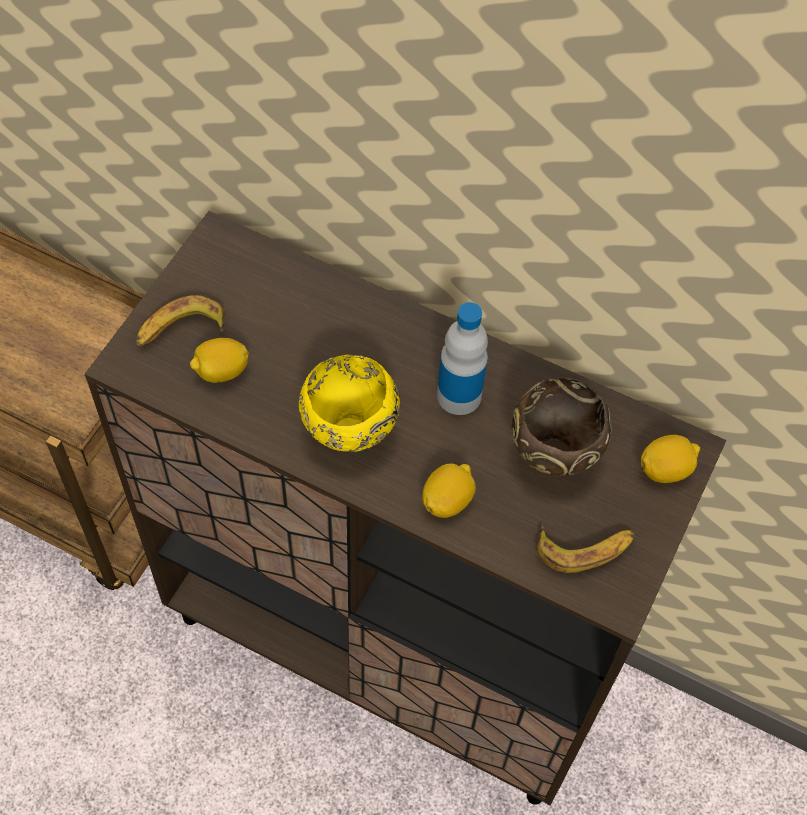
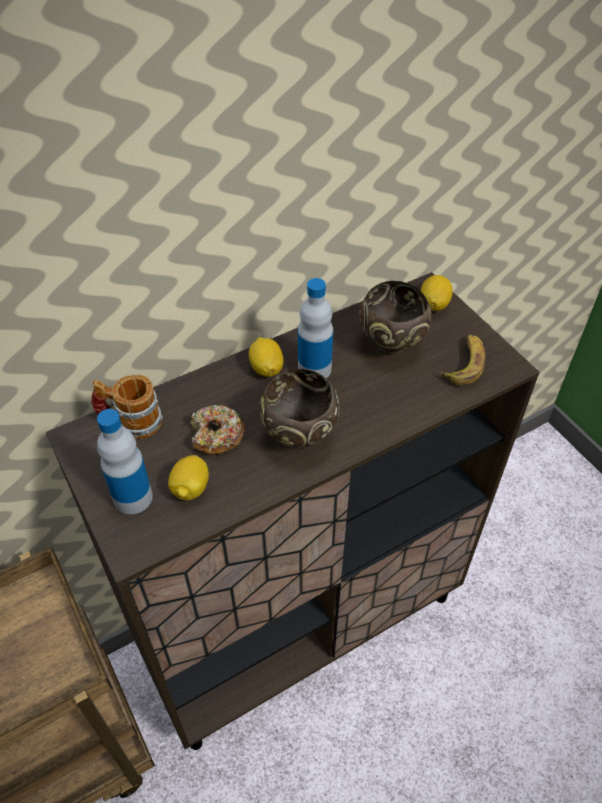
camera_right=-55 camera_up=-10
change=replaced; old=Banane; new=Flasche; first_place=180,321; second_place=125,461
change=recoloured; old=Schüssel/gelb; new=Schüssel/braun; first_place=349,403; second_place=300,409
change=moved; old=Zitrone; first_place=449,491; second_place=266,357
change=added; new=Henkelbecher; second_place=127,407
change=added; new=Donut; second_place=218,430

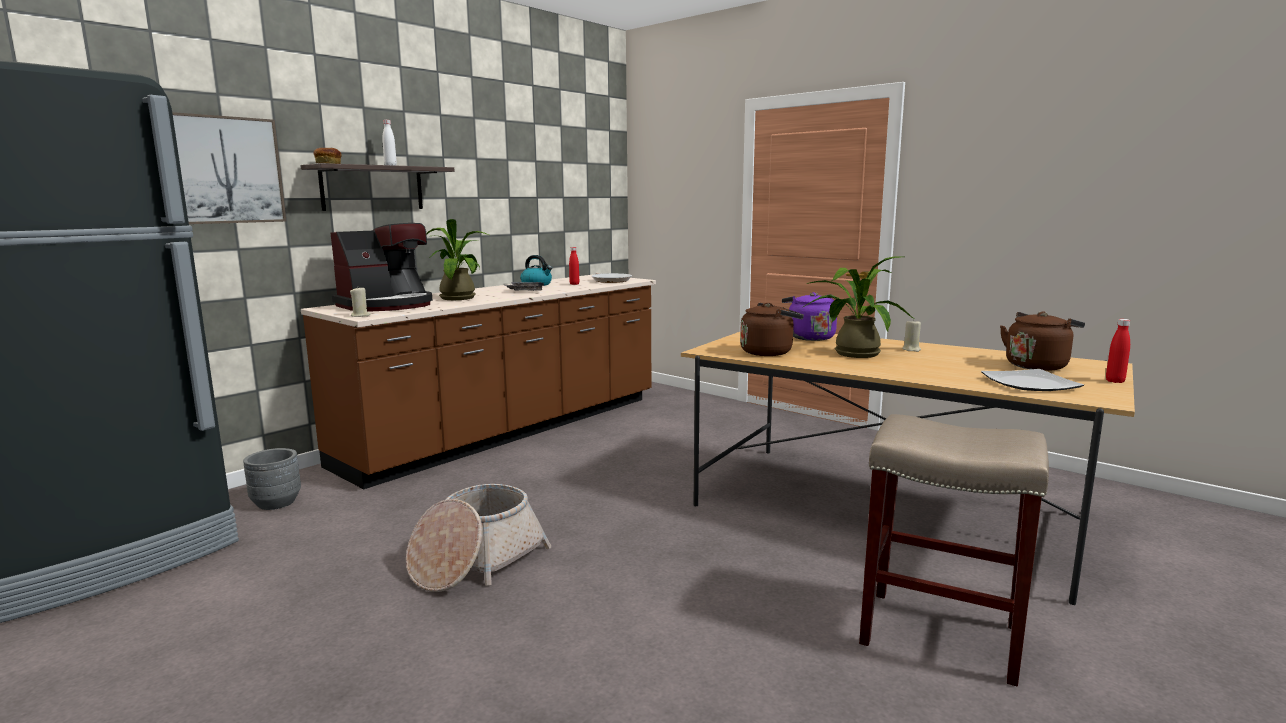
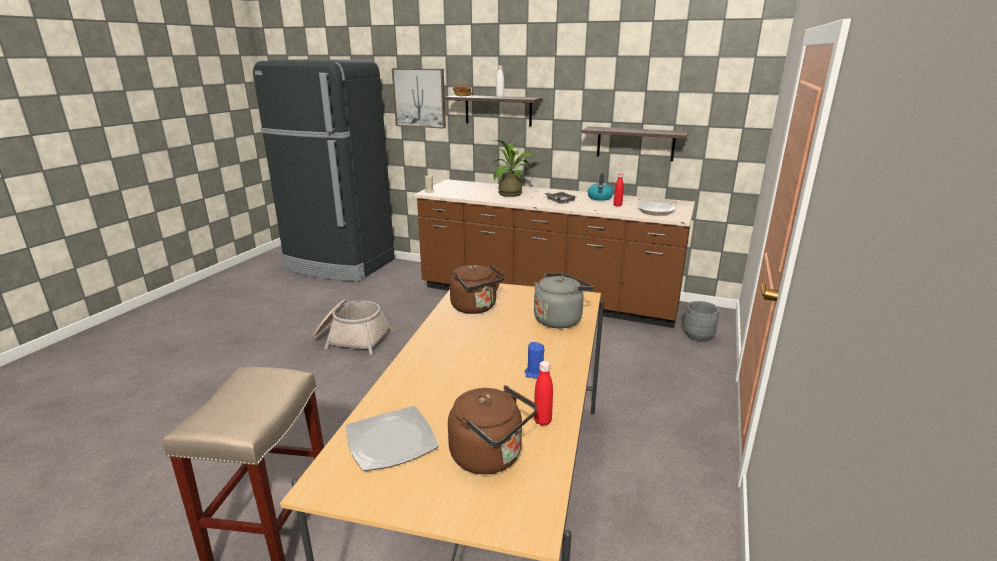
camera_right=70 camera_up=10
change=moved; old=Pflanzkübel/grau; first_place=272,479; second_place=701,321
change=removed; old=Kaffeemaschine; first_place=381,267
change=recoloured; old=Wasserkessel/lila; new=Wasserkessel/grau; first_place=809,316; second_place=564,300
change=removed; old=Topfpflanze; first_place=858,307
change=recoloured; old=Kerze/beige; new=Kerze/blau; first_place=911,336; second_place=534,360
change=moved; old=Flasche/rot; first_place=1118,351; second_place=543,393
change=added; new=Wandregal; second_place=635,143

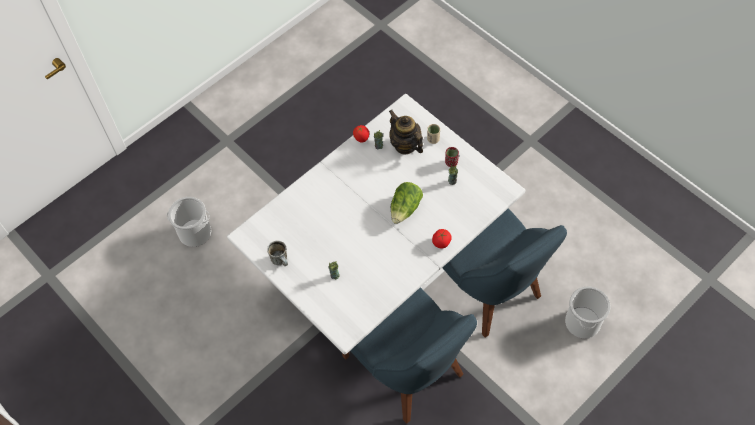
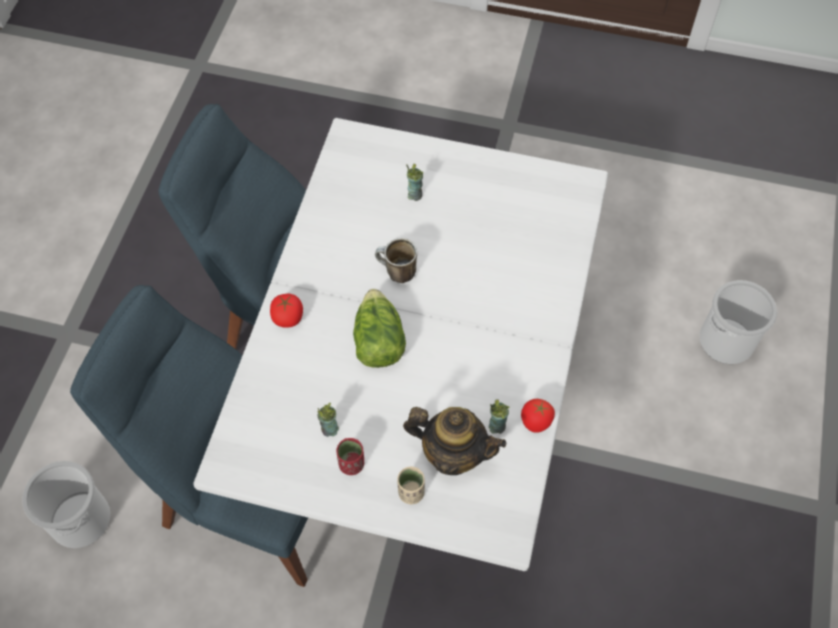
camera_right=145 camera_up=0
change=moved; old=Henkelbecher; first_place=277,253; second_place=396,260

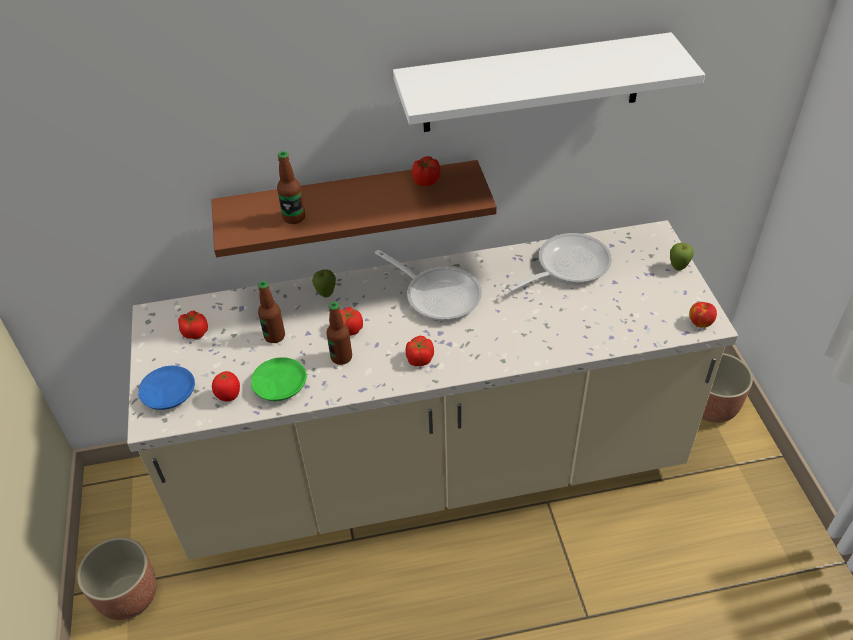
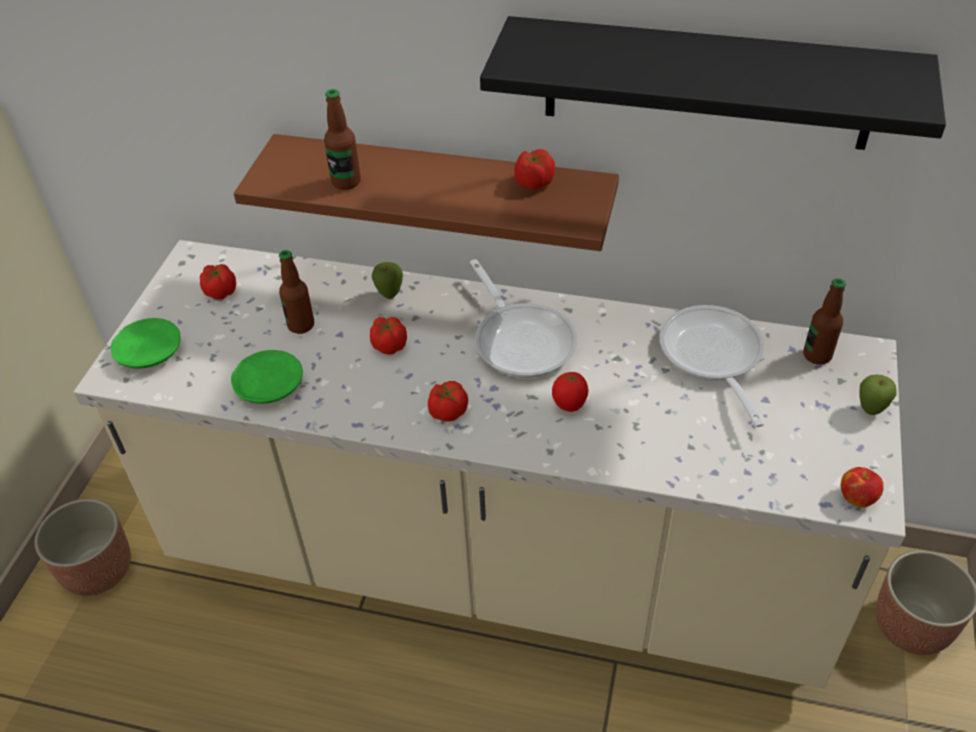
camera_right=25 camera_up=0
change=recoloured; old=Teller/blau; new=Teller/grün; first_place=166,388; second_place=145,343
change=moved; old=Tomate; first_place=226,386; second_place=570,392
change=moved; old=Flasche; first_place=339,333; second_place=824,321
change=recoloured; old=Wandregal/weiß; new=Wandregal/schwarz; first_place=549,82; second_place=713,83
change=turned; old=Pfanne; first_place=560,262; second_place=711,366; degrees=-90

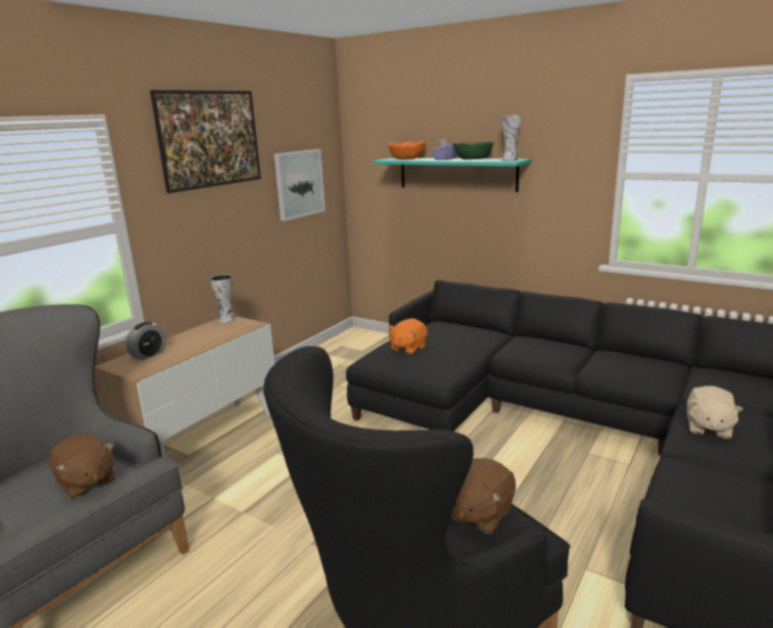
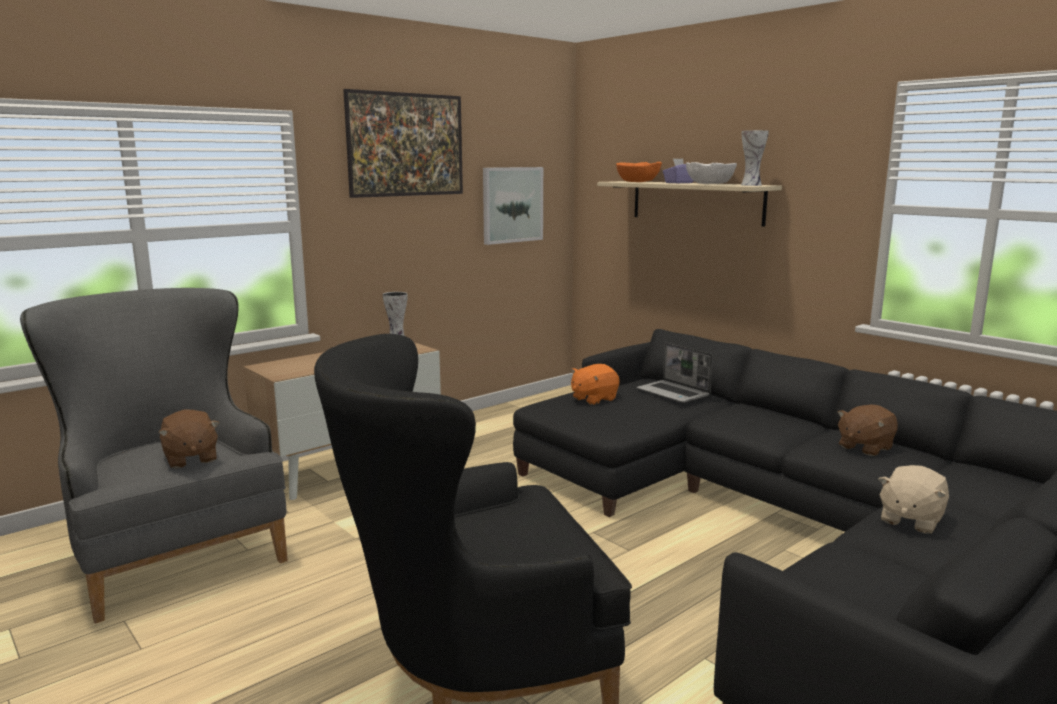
camera_right=15 camera_up=-5
change=removed; old=Wecker; first_place=146,341
change=recoloured; old=Wandregal/türkis; new=Wandregal/beige; first_place=452,175; second_place=689,204
change=moved; old=Plüschtier/braun; first_place=483,496; second_place=867,430
change=recoloured; old=Schüssel/grün; new=Schüssel/weiß; first_place=473,151; second_place=711,173
change=added; new=Laptop; second_place=674,373

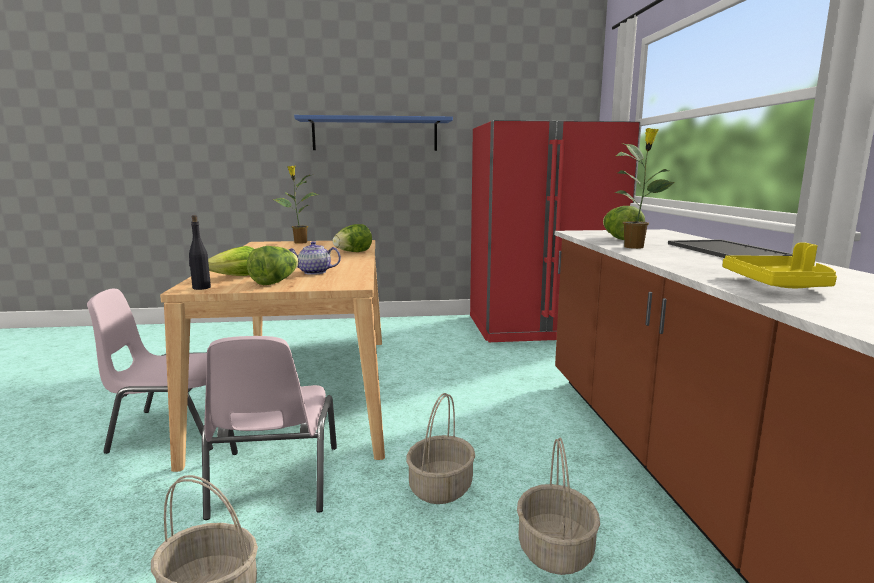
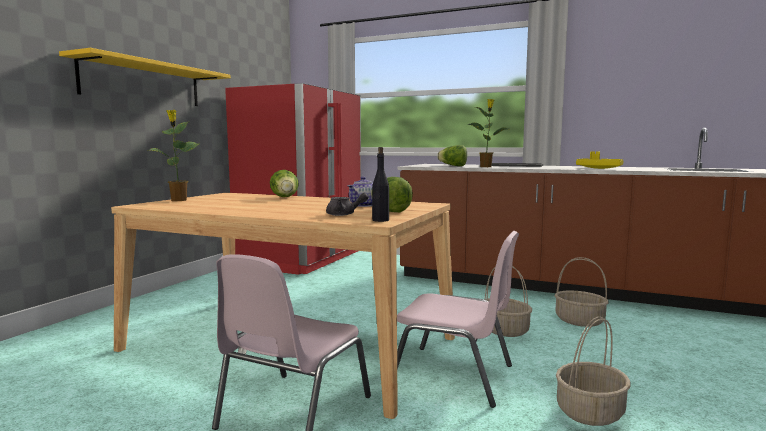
camera_right=-60 camera_up=-5
change=replaced; old=Salatkopf; new=Teekanne/grau; first_place=231,261; second_place=347,204
change=recoloured; old=Wandregal/blau; new=Wandregal/gelb; first_place=373,133; second_place=145,77

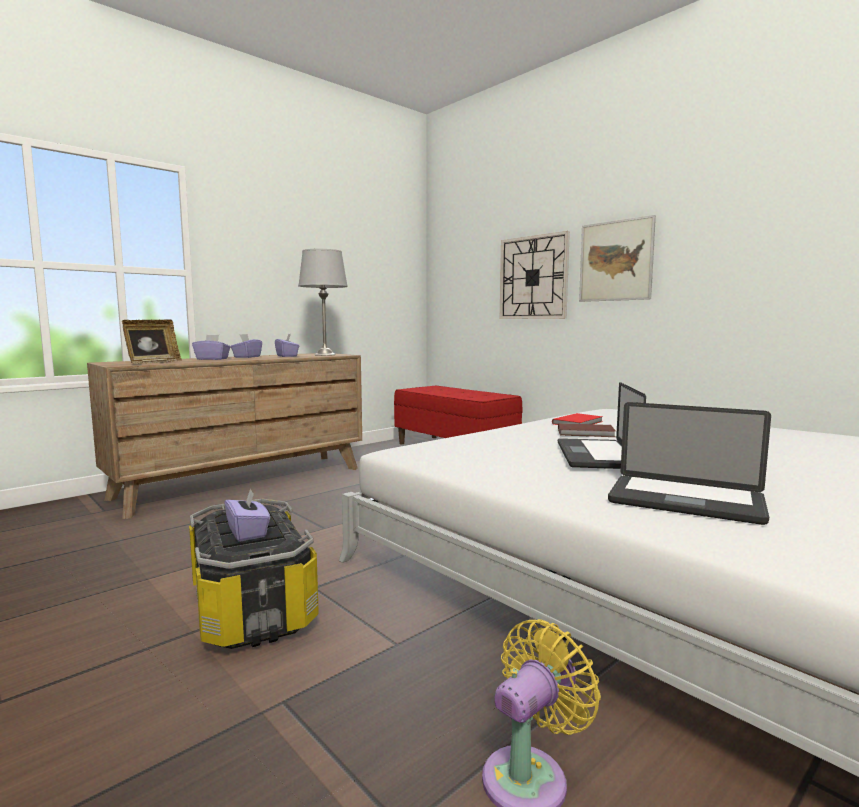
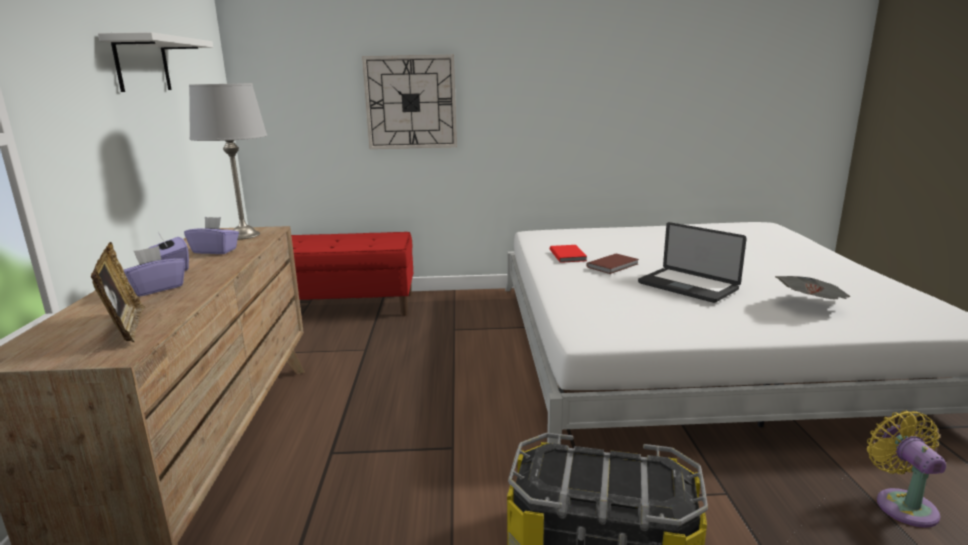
camera_right=-50 camera_up=10
change=removed; old=Taschentuchbox/lila; first_place=247,515
change=removed; old=Bild; first_place=617,258
change=replaced; old=Laptop; new=Zeitung; first_place=689,463; second_place=812,287
change=added; new=Wandregal/weiß; second_place=155,62

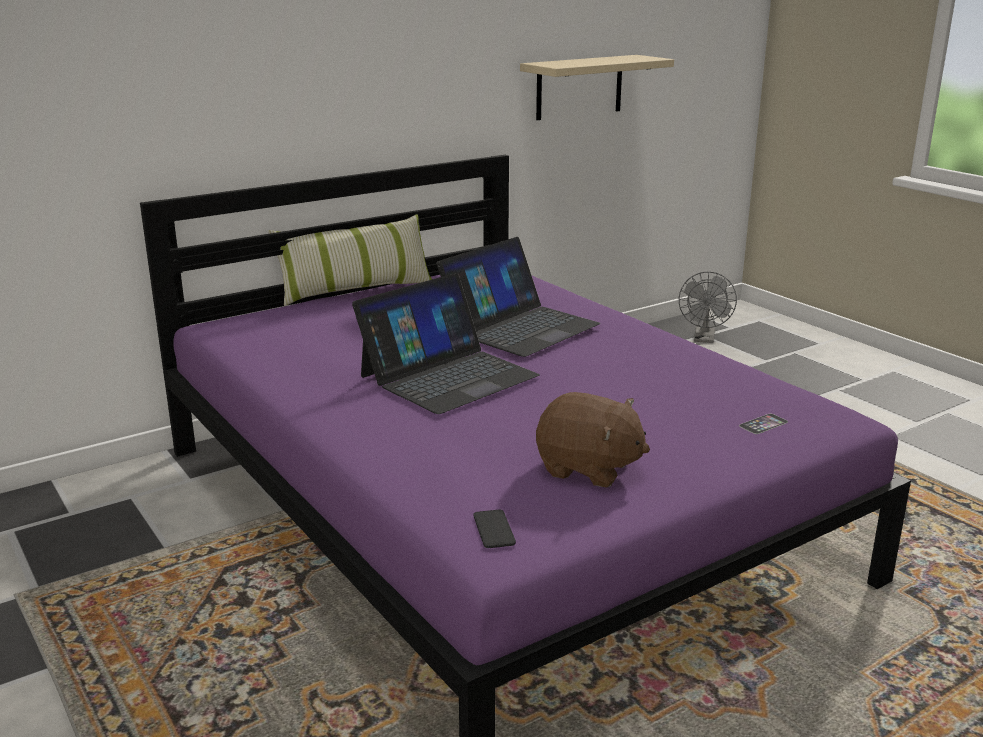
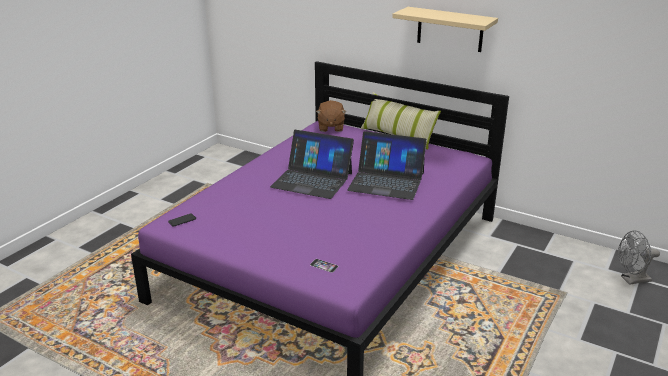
camera_right=65 camera_up=5
change=moved; old=Wandregal/beige; first_place=597,87; second_place=445,29
change=moved; old=Plüschtier/braun; first_place=593,440; second_place=331,116

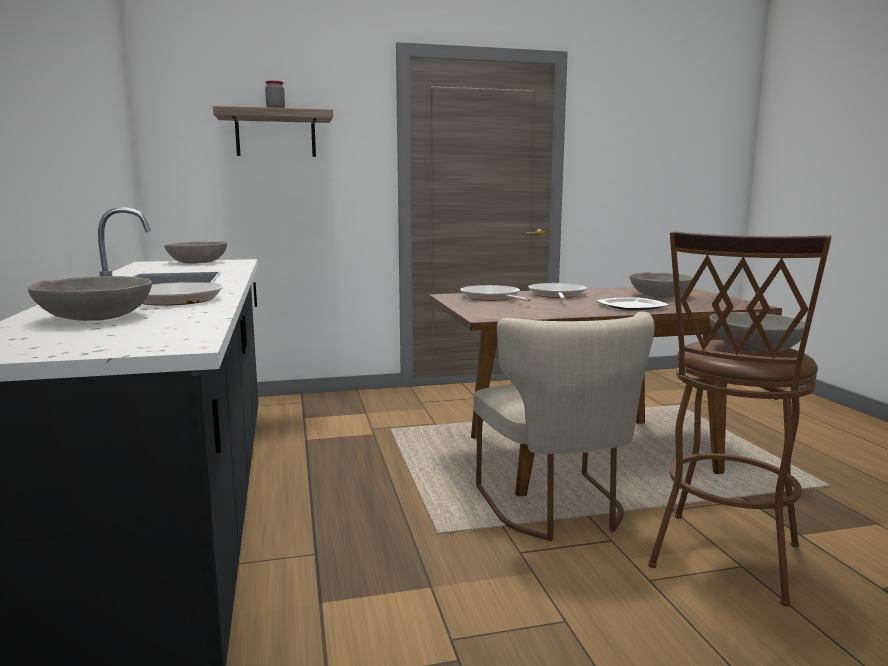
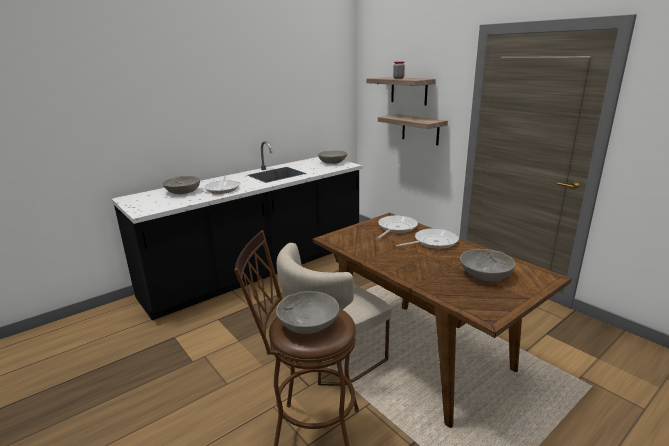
camera_right=65 camera_up=10
change=removed; old=Teller; first_place=633,304
change=added; new=Wandregal; second_place=413,129

